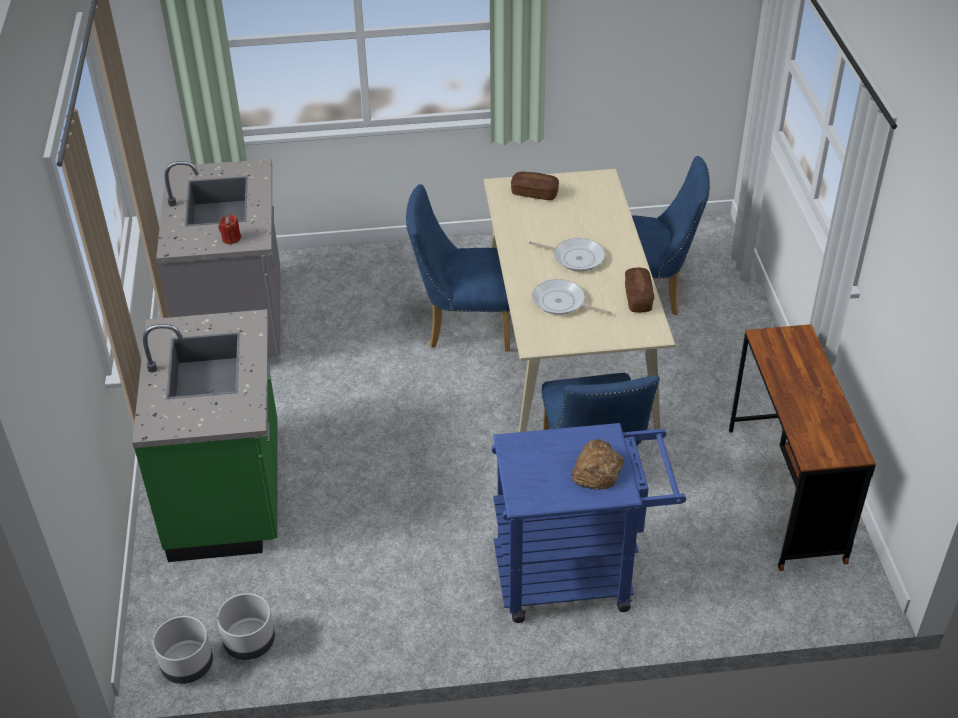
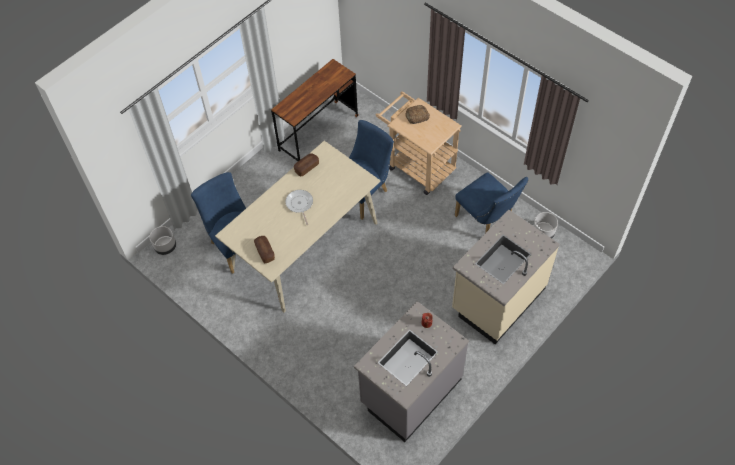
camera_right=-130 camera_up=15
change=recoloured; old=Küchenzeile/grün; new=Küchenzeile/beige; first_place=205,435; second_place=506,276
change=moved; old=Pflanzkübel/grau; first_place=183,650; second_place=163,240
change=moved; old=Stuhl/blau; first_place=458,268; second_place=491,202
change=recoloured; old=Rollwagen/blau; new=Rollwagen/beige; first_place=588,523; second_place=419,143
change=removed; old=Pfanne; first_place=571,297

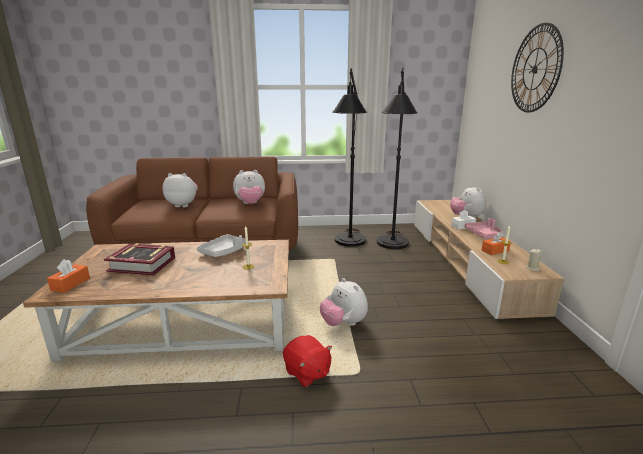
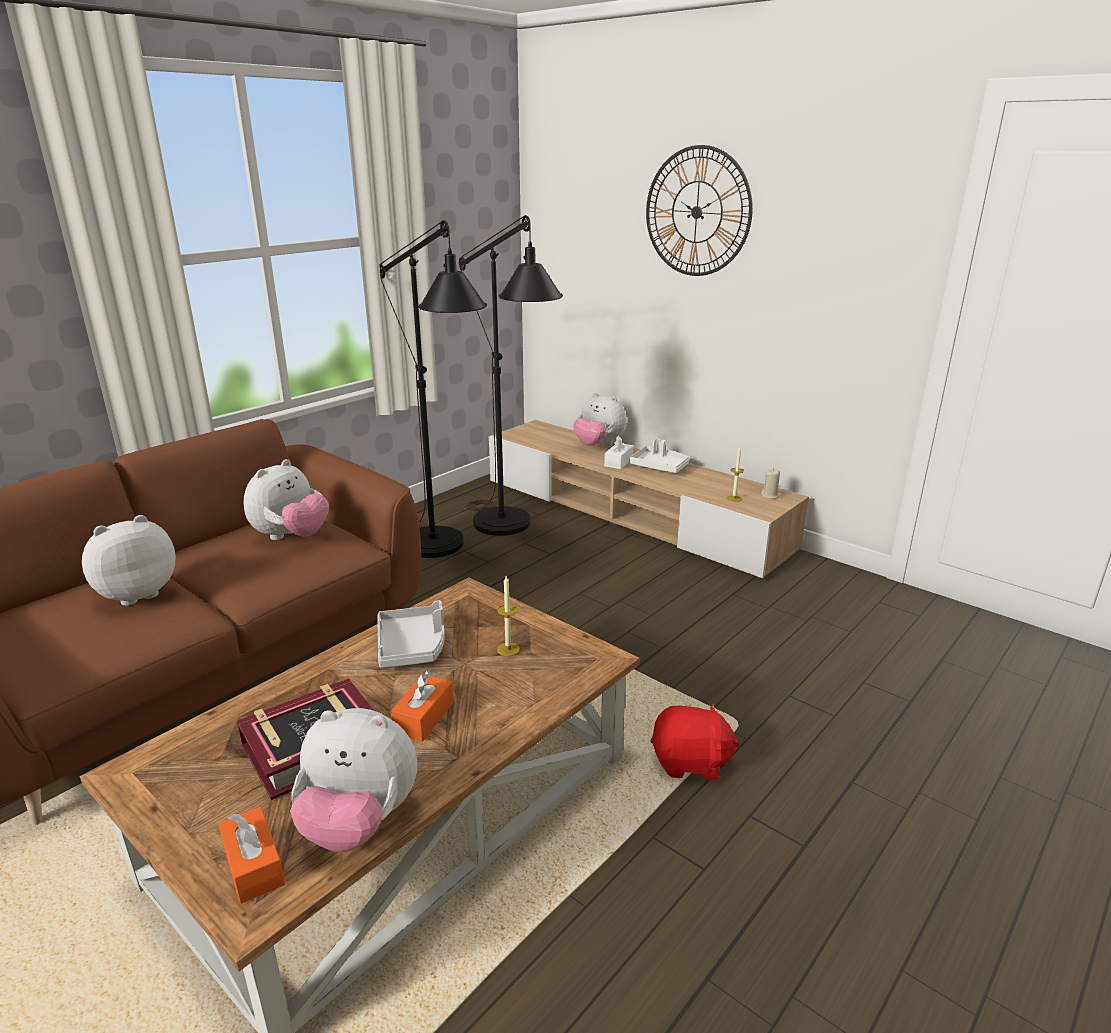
camera_right=-45 camera_up=5
change=moved; old=Plüschtier; first_place=344,302; second_place=353,780
change=recoloured; old=Tablett/rosa; new=Tablett/weiß; first_place=483,228; second_place=659,456
change=moved; old=Taschentuchbox/orange; first_place=496,243; second_place=421,706

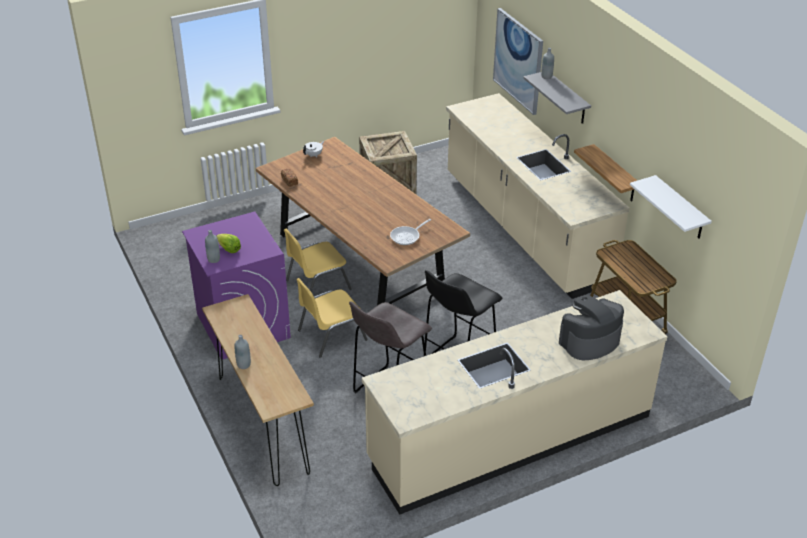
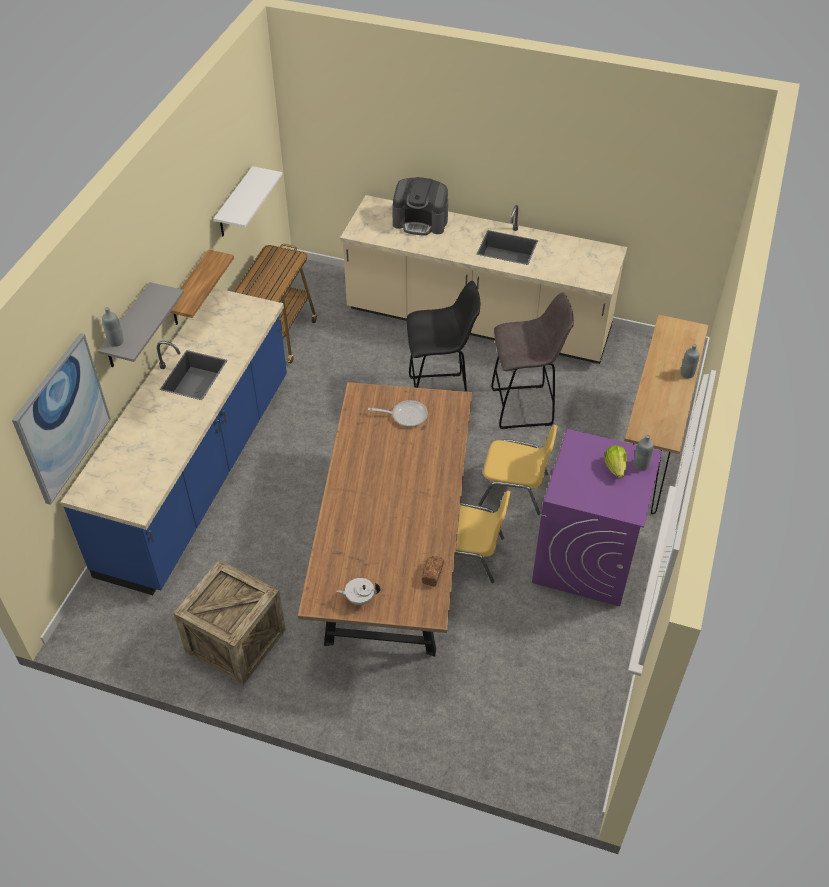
camera_right=-135 camera_up=10
change=recoloured; old=Küchenzeile/beige; new=Küchenzeile/blau; first_place=538,196; second_place=174,441

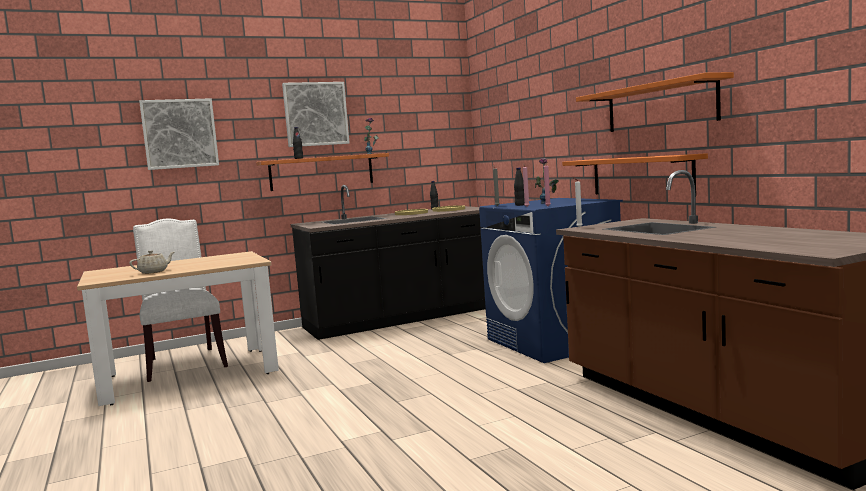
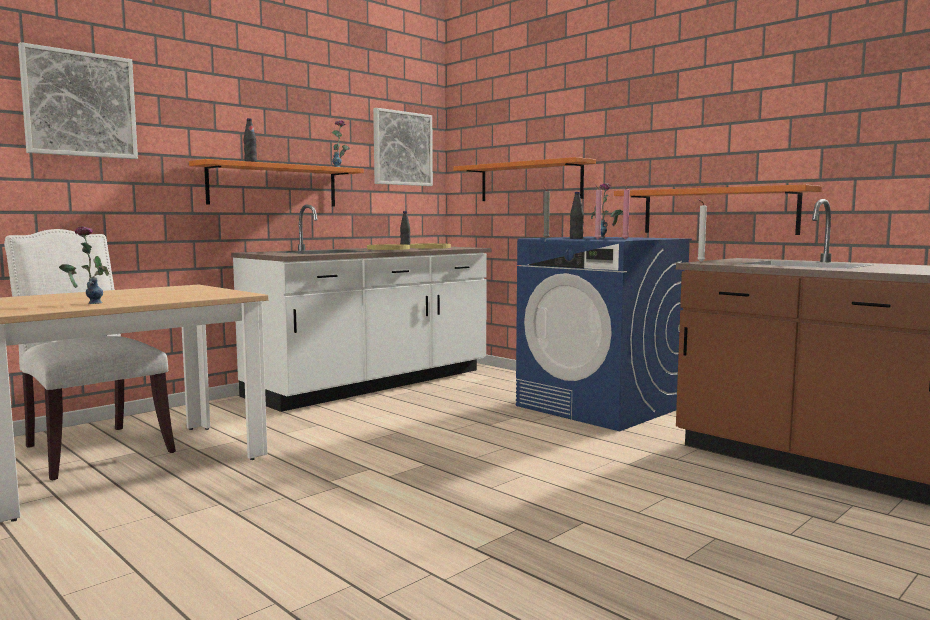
camera_right=-20 camera_up=0
change=replaced; old=Teekanne/beige; new=Vase; first_place=151,262; second_place=84,265
change=moved; old=Bild; first_place=316,114; second_place=403,147
change=recoloured; old=Küchenzeile/schwarz; new=Küchenzeile/weiß; first_place=388,262; second_place=361,308
change=moved; old=Wandregal/orange; first_place=655,102; second_place=525,179

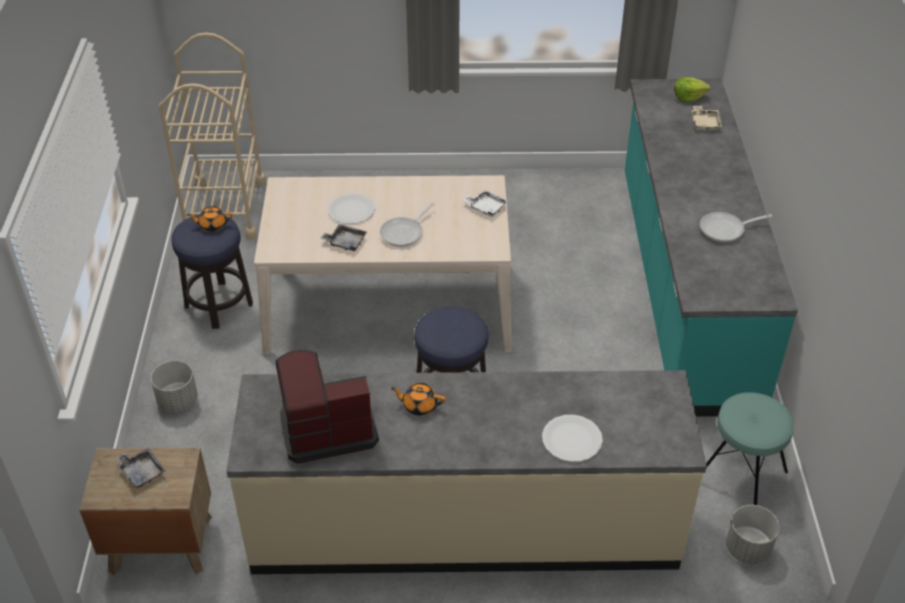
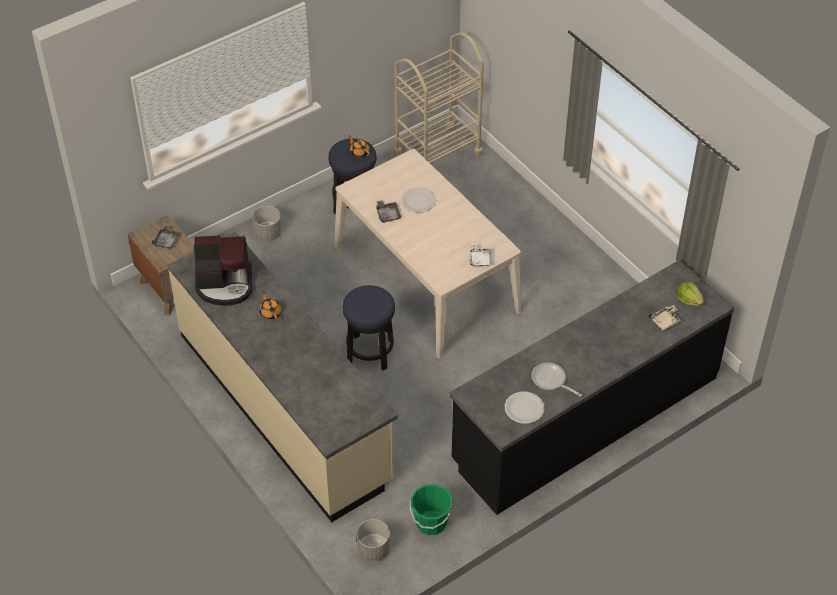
camera_right=55 camera_up=5
change=turned; old=Kaffeemaschine; first_place=327,407; second_place=223,270; degrees=135
change=removed; old=Pfanne; first_place=407,224
change=moved; old=Teller/weiß; first_place=572,438; second_place=525,408
change=recoloured; old=Küchenzeile/türkis; new=Küchenzeile/schwarz; first_place=711,248; second_place=591,387
change=replaced; old=Hocker/türkis; new=Eimer/grün; first_place=750,448; second_place=431,509

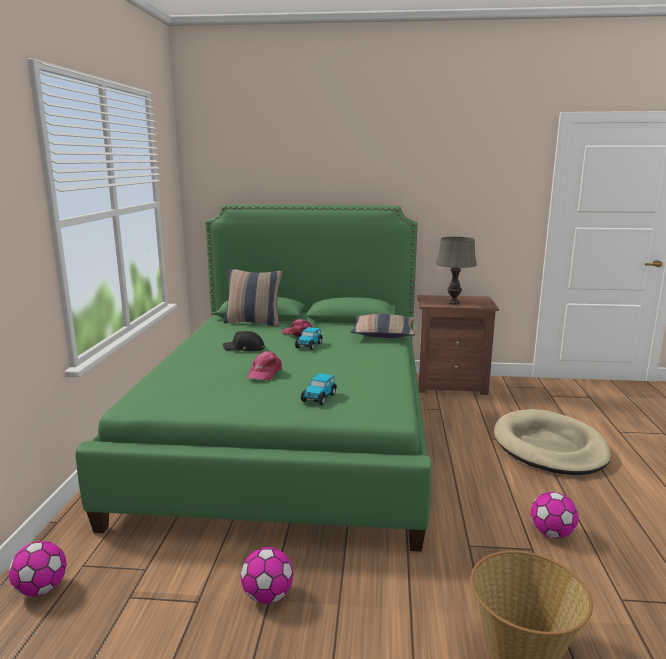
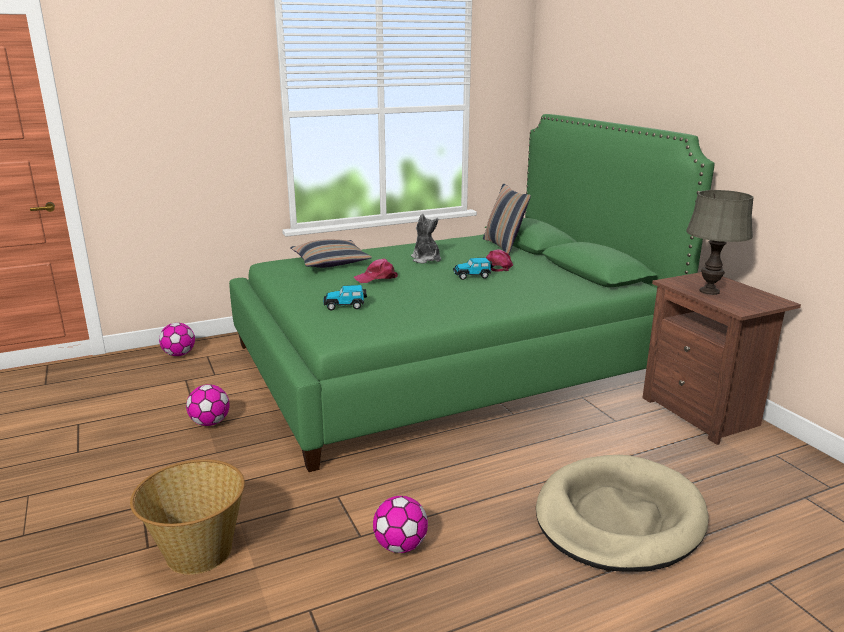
camera_right=60 camera_up=5
change=replaced; old=Kappe/schwarz; new=Plüschtier; first_place=244,341; second_place=426,238
change=moved; old=Kissen; first_place=382,326; second_place=331,253

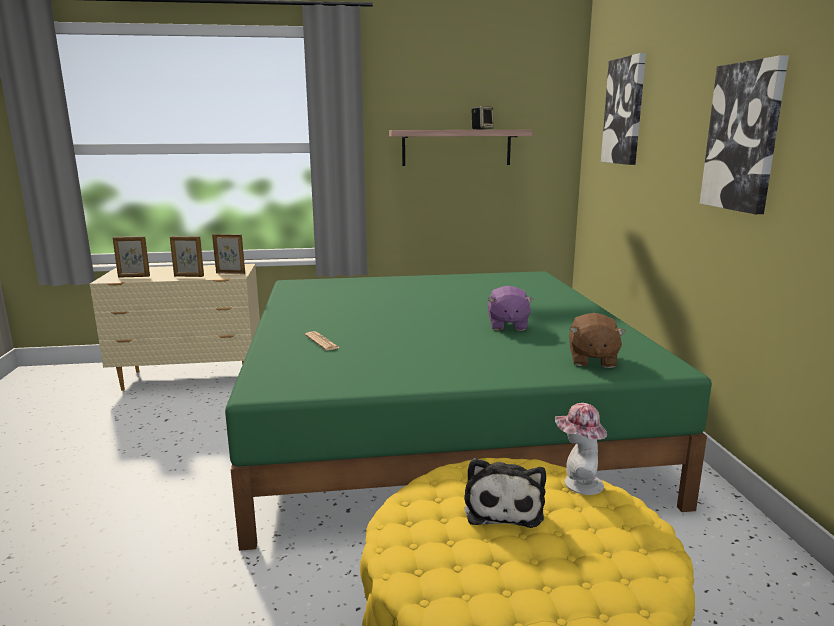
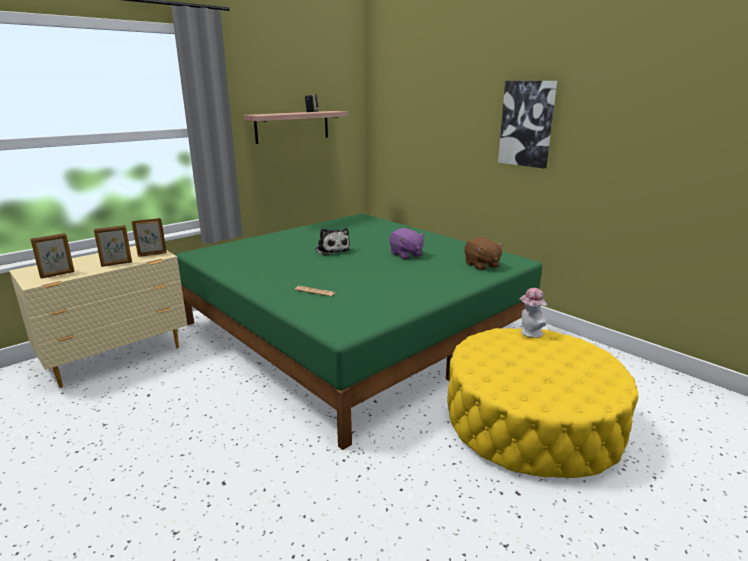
camera_right=-35 camera_up=5
change=moved; old=Plüschtier; first_place=505,493; second_place=332,242
change=removed; old=Bild; first_place=623,109

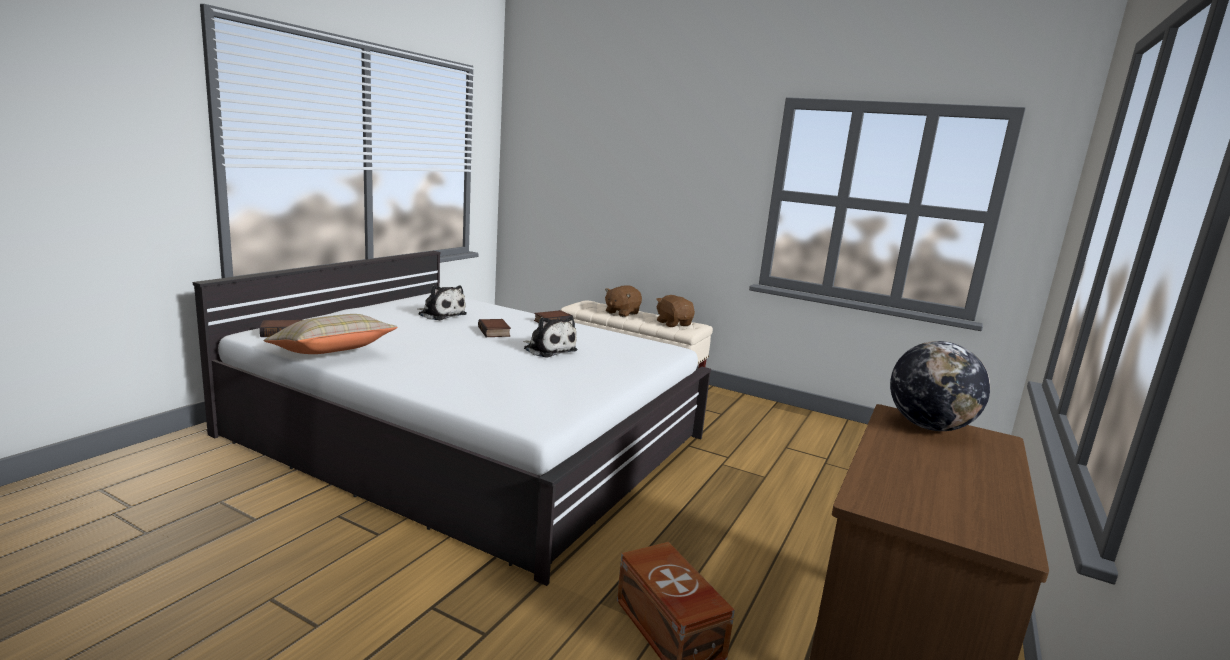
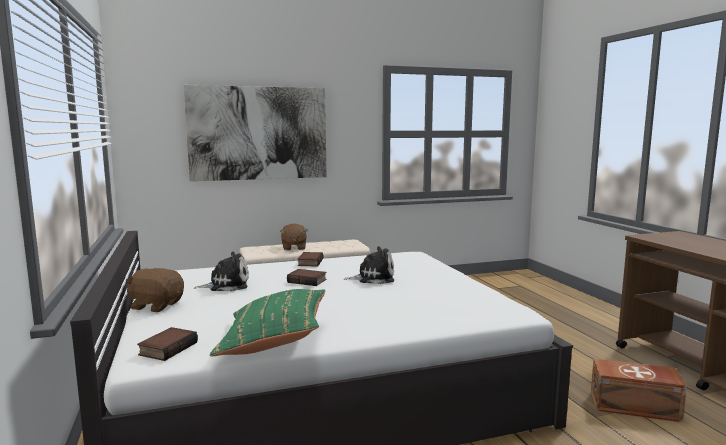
camera_right=-45 camera_up=-5
change=recoloured; old=Kissen/beige; new=Kissen/grün; first_place=331,334; second_place=267,322
change=moved; old=Plüschtier/braun; first_place=675,311; second_place=155,290
change=removed; old=Globus; first_place=940,386
change=added; new=Bild; second_place=255,133

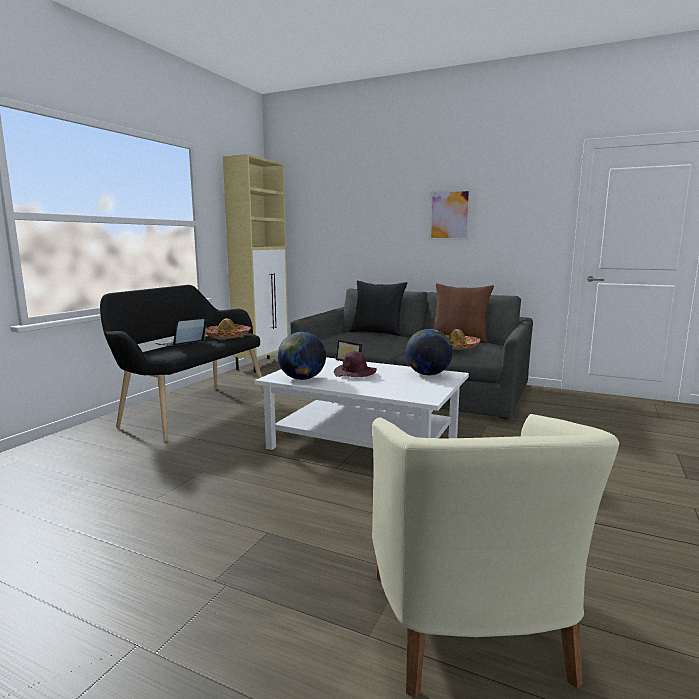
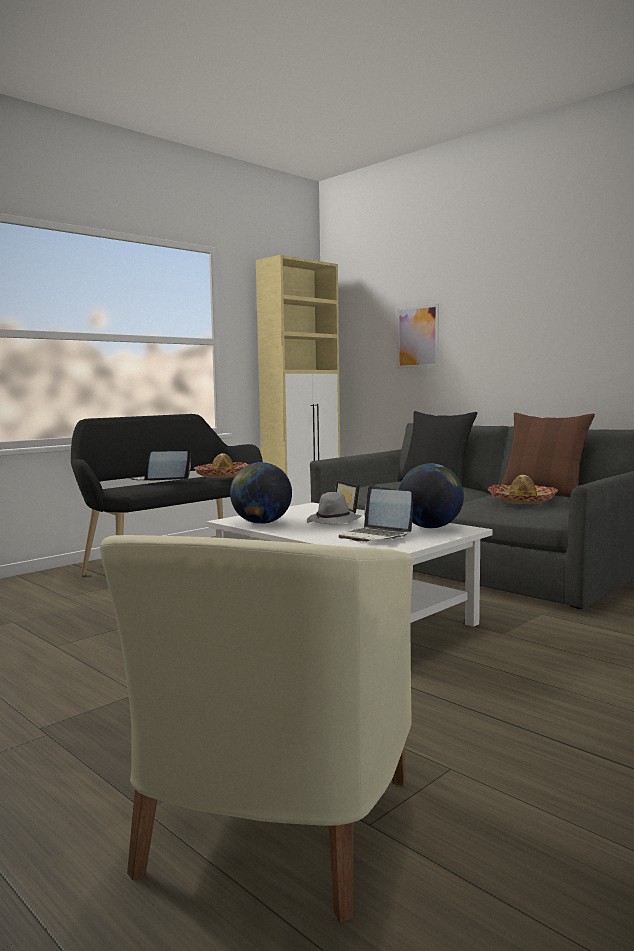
camera_right=20 camera_up=-5
change=recoloured; old=Hut/lila; new=Hut/grau; first_place=355,364; second_place=334,508
change=moved; old=Bild; first_place=450,214; second_place=418,336
change=added; new=Laptop; second_place=375,514

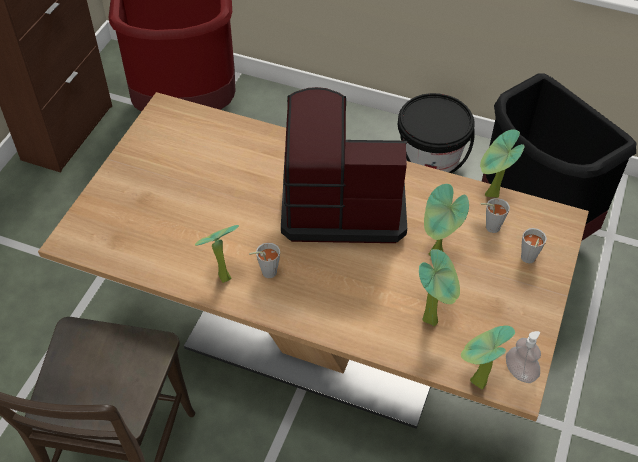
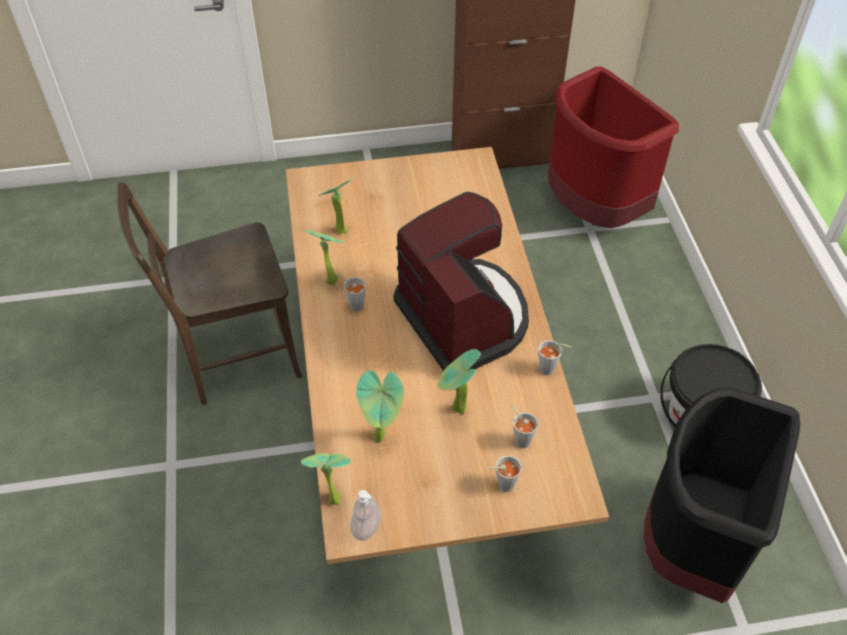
camera_right=60 camera_up=0
change=moved; old=Topfpflanze; first_place=502,163; second_place=336,206
change=added; new=Tasse/grau; second_place=554,357

